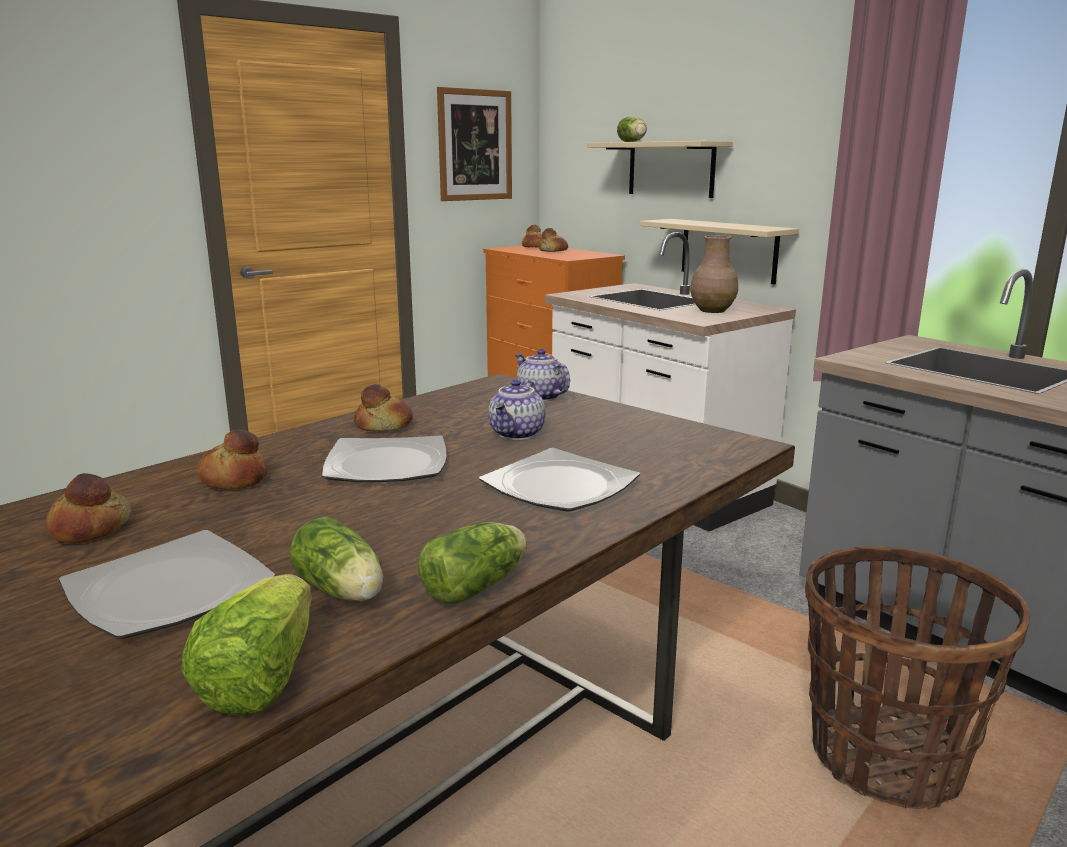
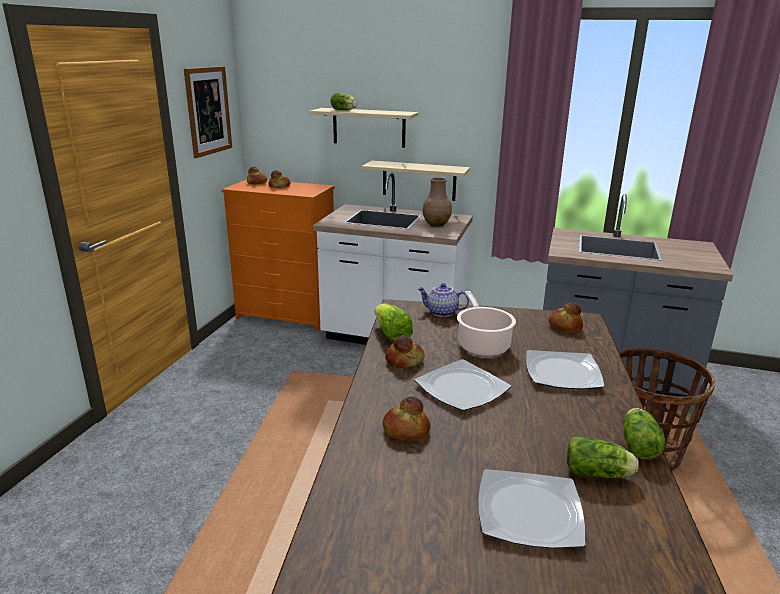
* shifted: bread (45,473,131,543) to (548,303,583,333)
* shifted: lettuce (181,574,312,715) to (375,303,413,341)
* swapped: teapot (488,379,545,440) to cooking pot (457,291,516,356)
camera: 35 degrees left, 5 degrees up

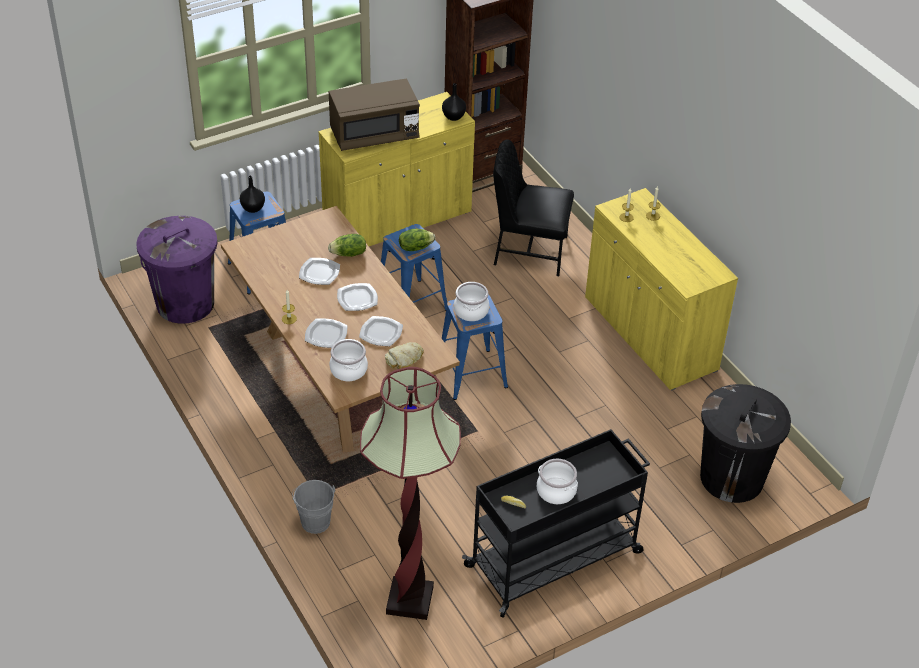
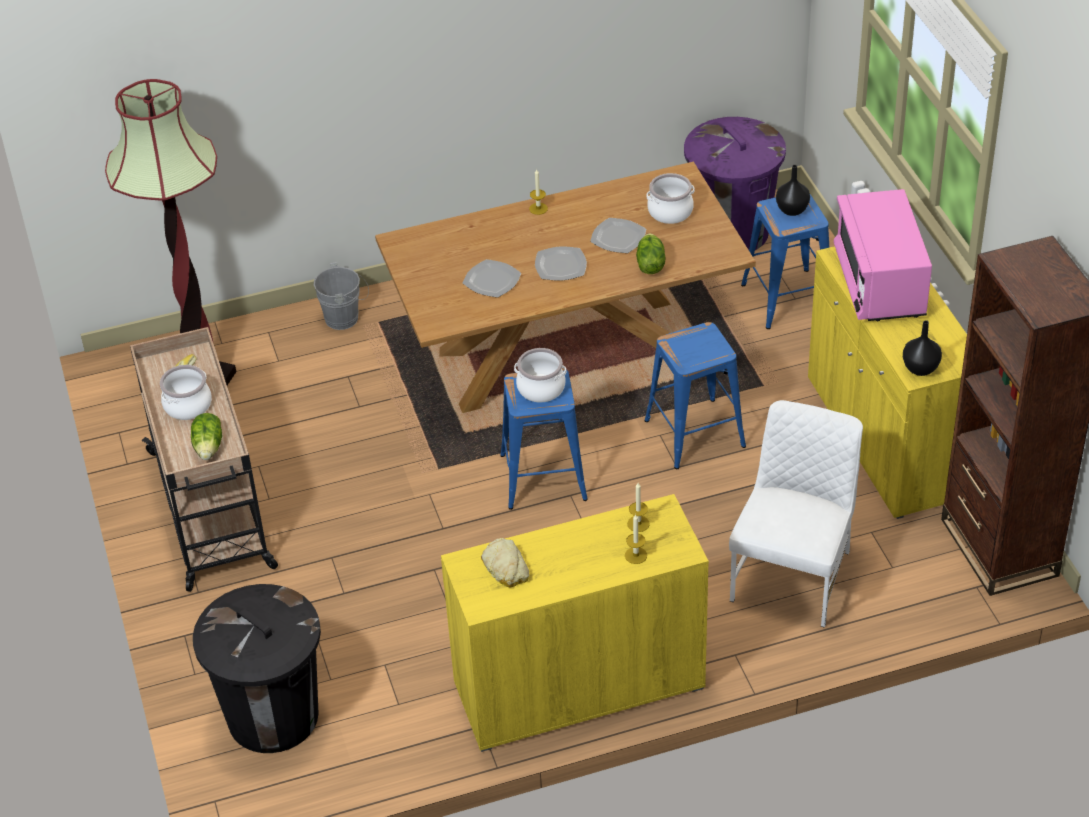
* gone: plate (305,319,347,348)
* shifted: cooking pot (329,339,368,381) to (646,173,695,224)
* shifted: bread (385,342,424,369) to (481,538,529,588)
* shifted: lettuce (399,229,435,251) to (191,413,222,460)
* repainted: brown microwave (329,79,420,151) to pink microwave (834,189,932,321)
* repainted: black cart (462,429,650,618) to beige cart (130,327,278,592)
* repainted: black chair (493,139,574,276) to white chair (729,400,863,628)
camera: 105 degrees right, 0 degrees up

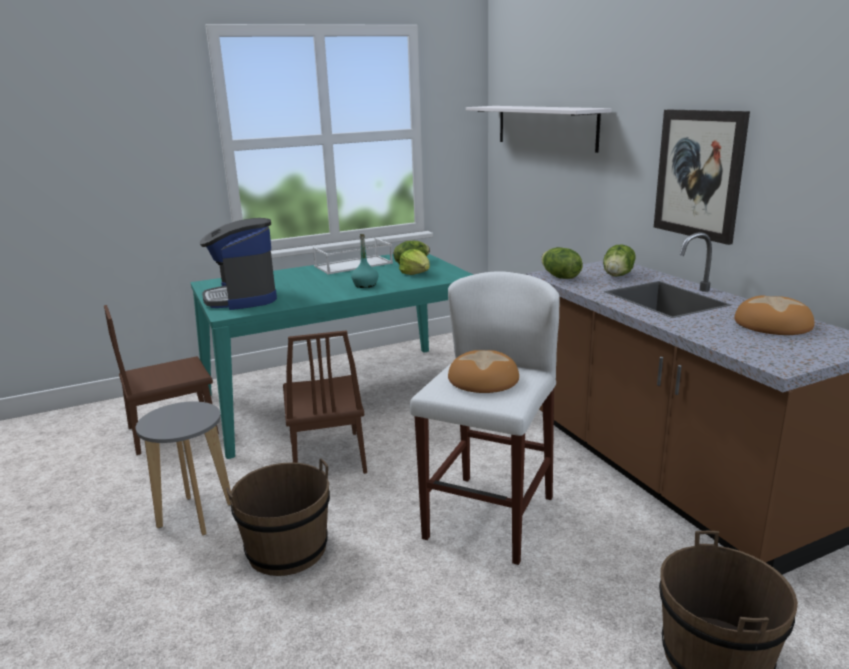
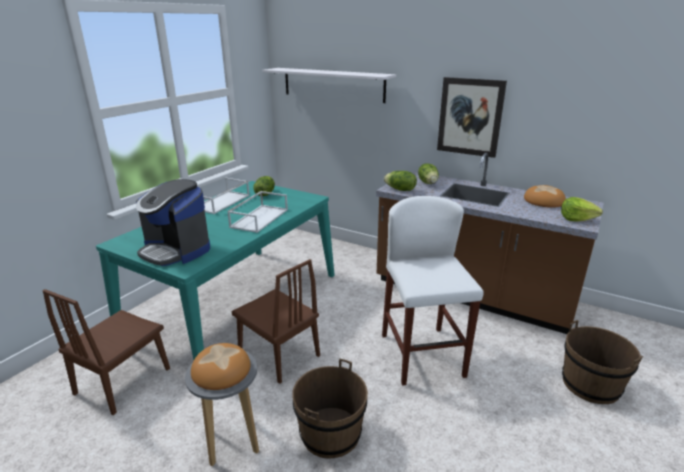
* shifted: lettuce (399,249,430,275) to (561,197,603,222)
* shifted: bread (448,350,519,393) to (191,343,250,390)
* swapped: turquoise bottle (351,234,379,288) to white tray (227,191,288,233)
camera: 35 degrees left, 5 degrees up

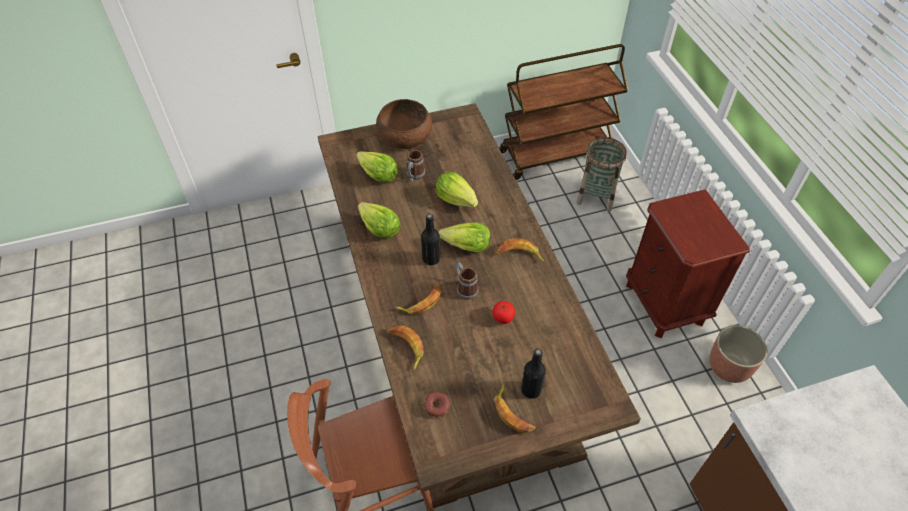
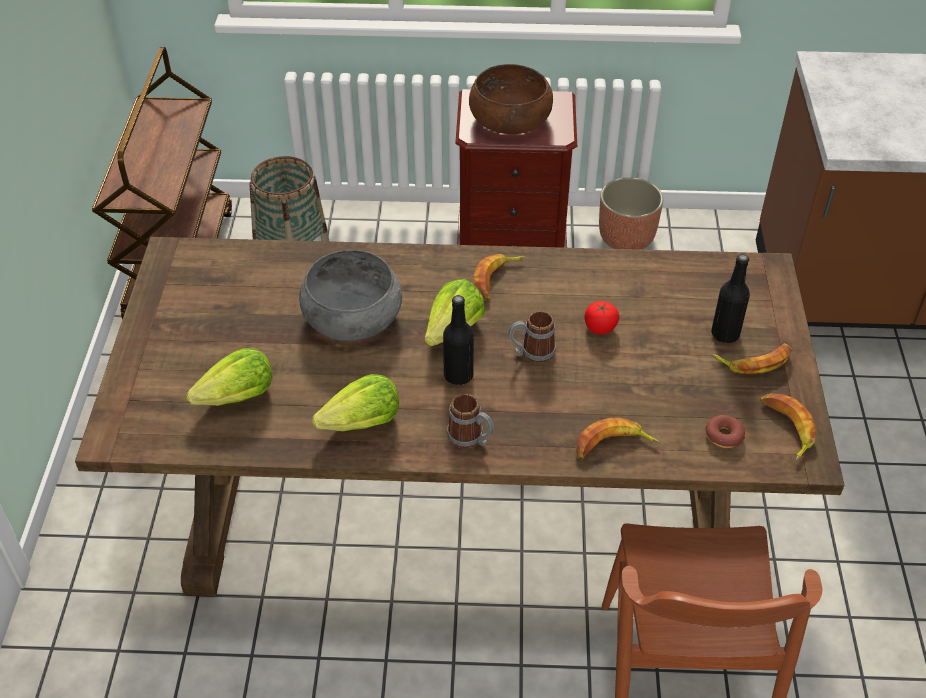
* shifted: brown bowl (376,99,432,149) to (469,64,553,134)
* shifted: banana (395,284,442,315) to (760,393,816,461)
* shifted: mug (406,150,425,181) to (447,394,494,448)
* swapped: lettuce (436,172,478,207) to grey bowl (299,250,402,341)
camera: 70 degrees left, 5 degrees down

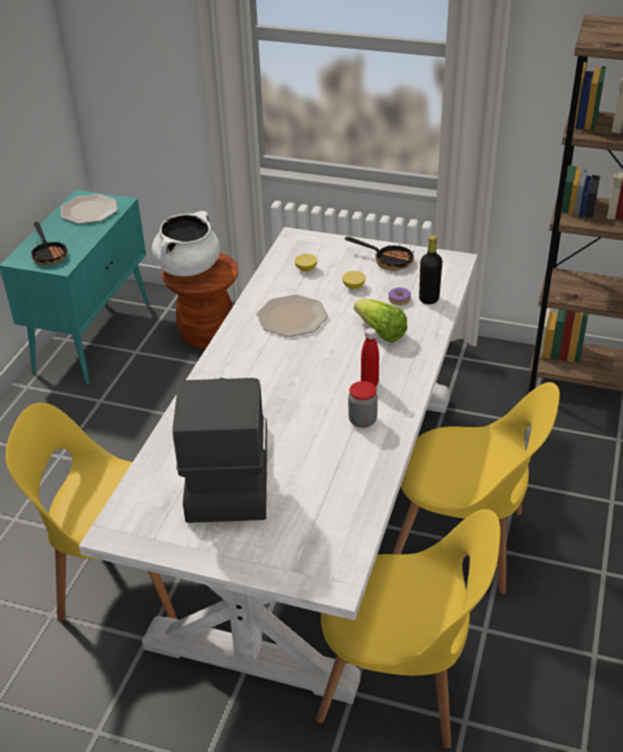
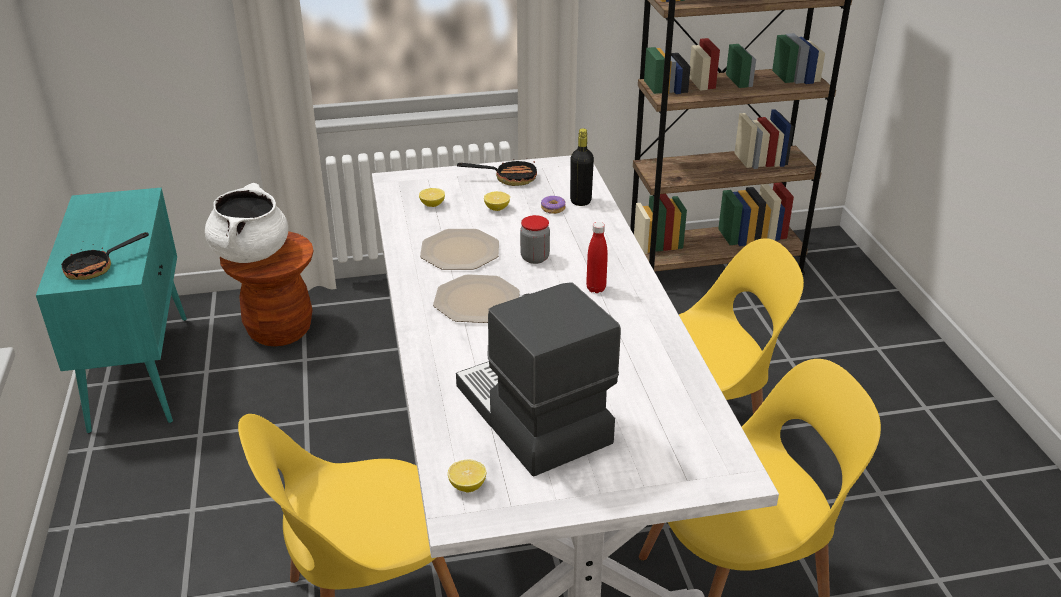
* gone: lettuce (354,299,407,342)
* new: lemon (448,460,486,493)
* shifted: plate (61,194,118,224) to (433,274,520,323)
* shifted: jar (348,381,378,428) to (520,215,550,264)
* rotated: frying pan (30,222,67,265) = (62,232,149,280) 105 degrees clockwise
camera: 30 degrees left, 5 degrees down

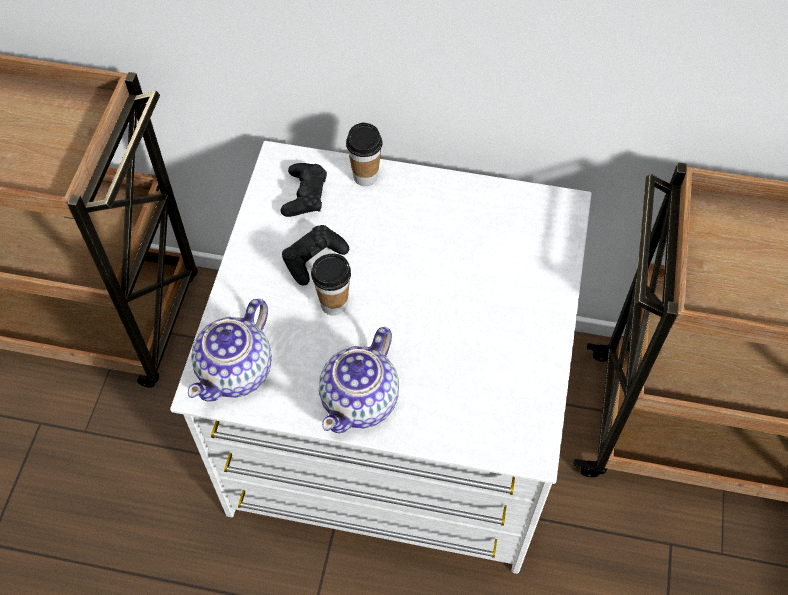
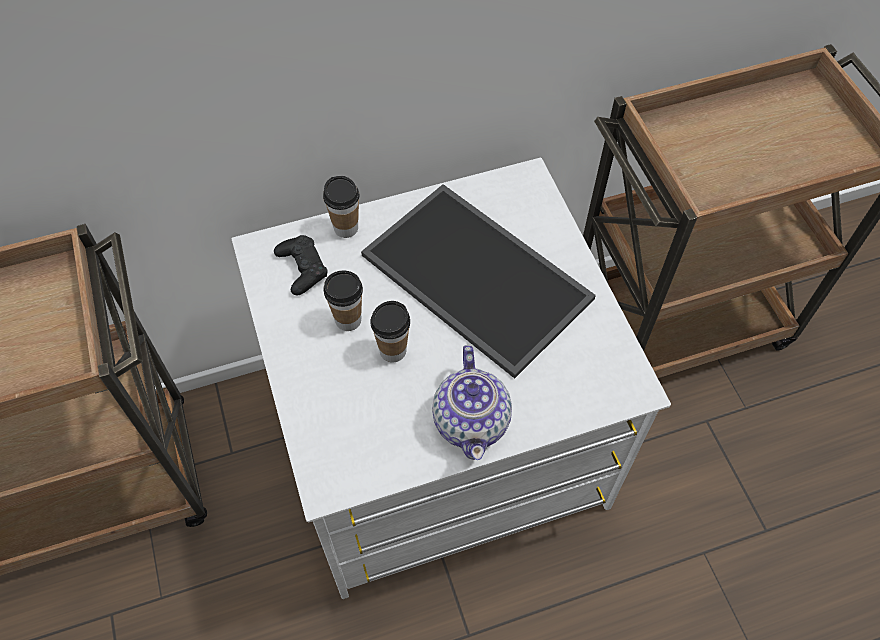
* gone: teapot (188,299,272,402)
* new: tray (361,184,596,379)
* swapped: black game controller (282,225,349,286) to cup (324,271,363,331)
camera: 30 degrees left, 0 degrees up

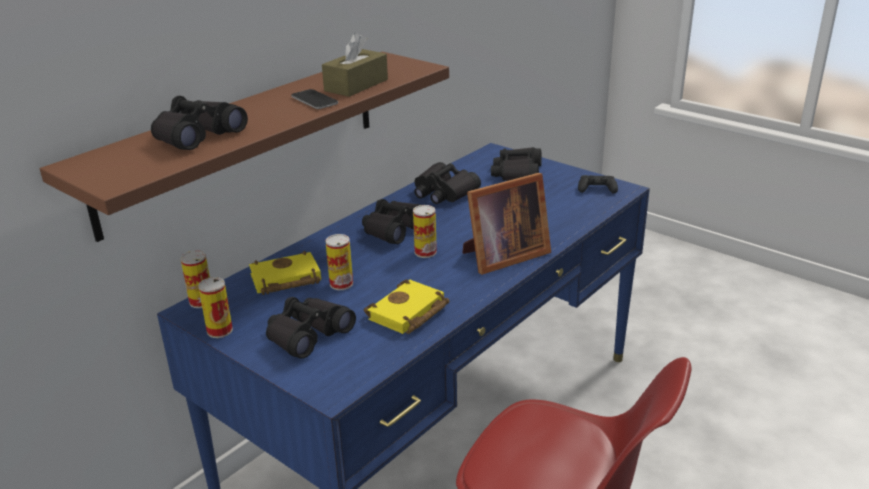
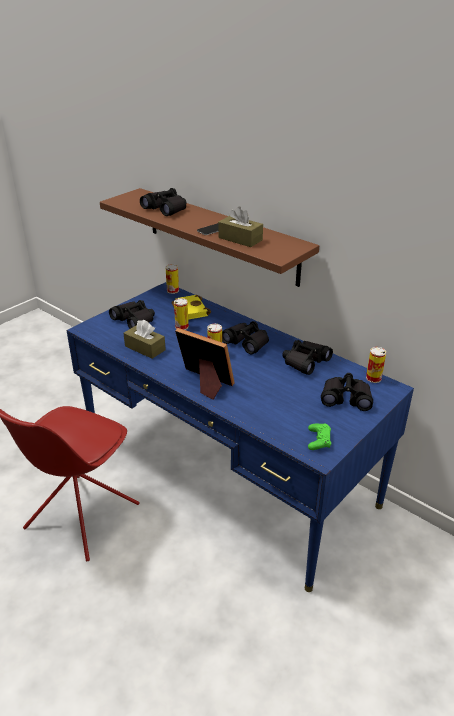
* shifted: can (198,277,233,338) to (366,347,386,383)
* swapped: yellow book (364,279,450,334) to brown tissue box (124,320,166,359)
* repainted: black game controller (578,175,618,193) to green game controller (308,424,331,450)
* rotated: picture frame (462,173,551,275) = (175,328,234,400) 150 degrees clockwise
camera: 90 degrees right, 5 degrees up

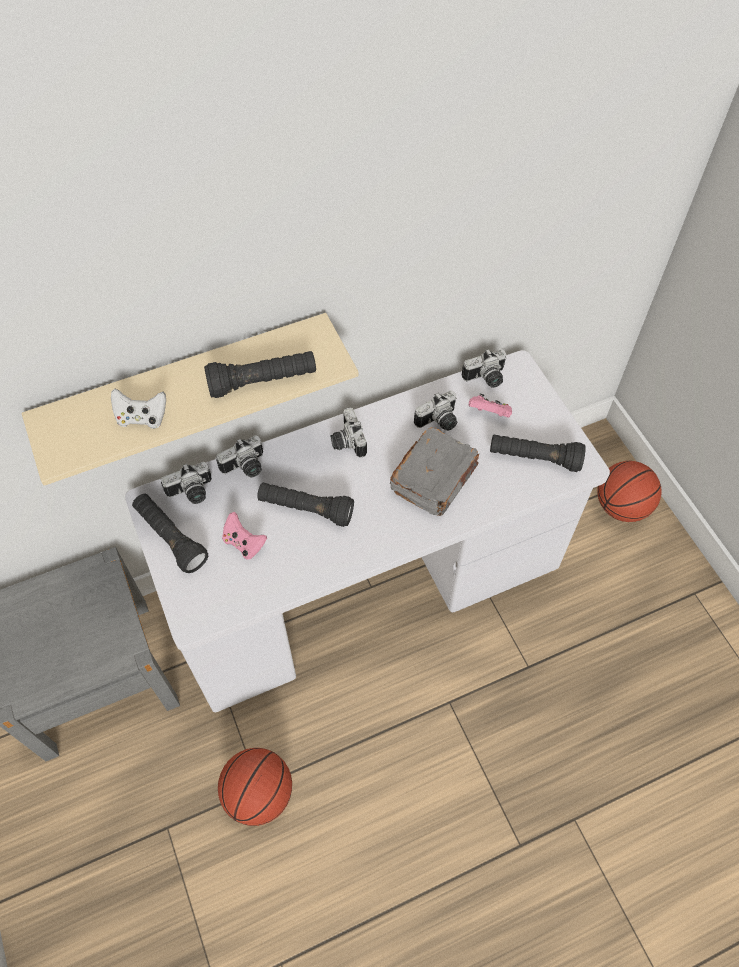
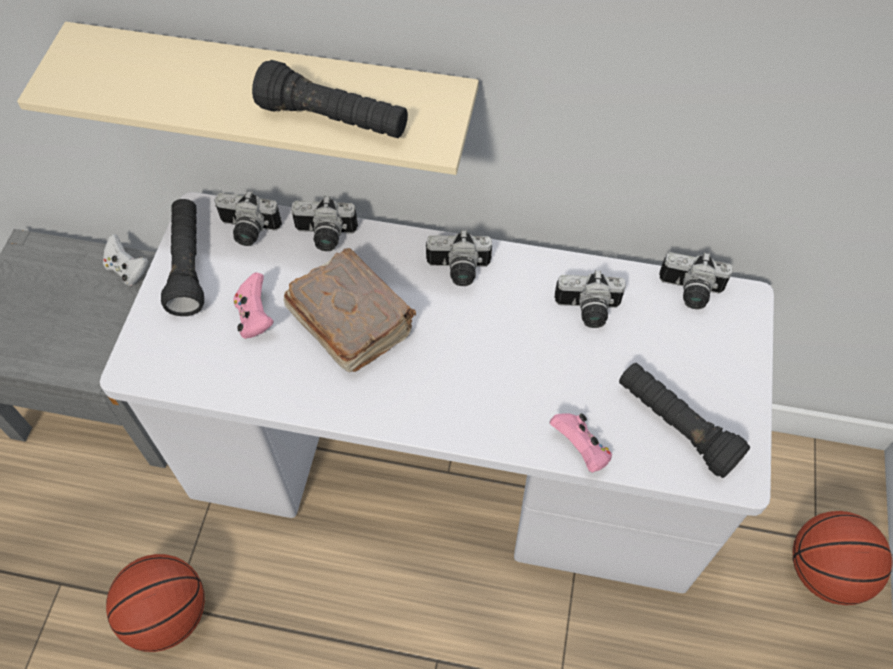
* gone: grey book (390,427,479,516)
* shifted: white game controller (111,389,166,429) to (103,234,149,286)
* shifted: pink game controller (469,393,512,417) to (550,413,612,473)
* swapped: black flashlight (257,483,354,527) to brown book (283,248,416,373)
* rotated: photo camera (330,407,367,458) = (426,230,492,286) 105 degrees counterclockwise
camera: 35 degrees right, 0 degrees up

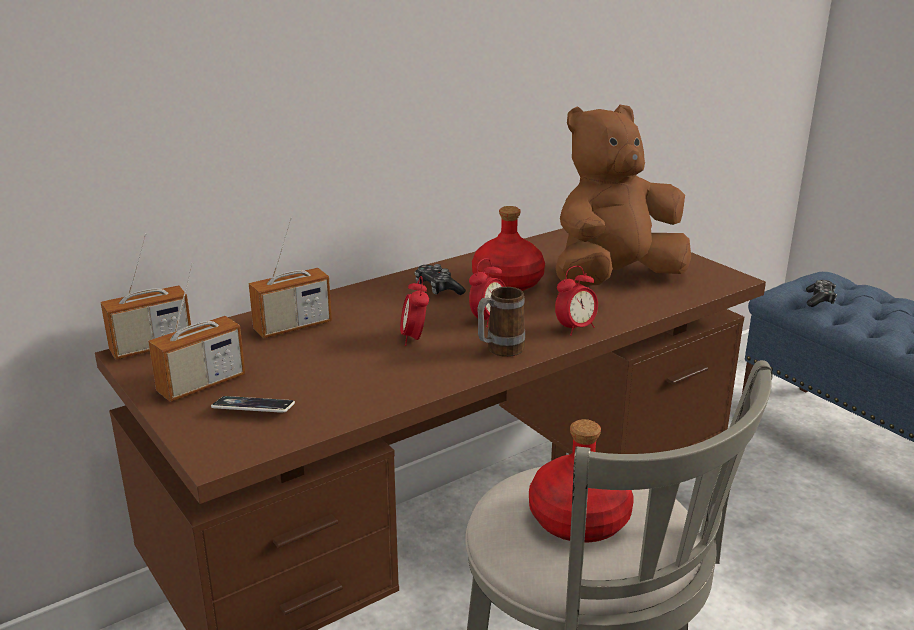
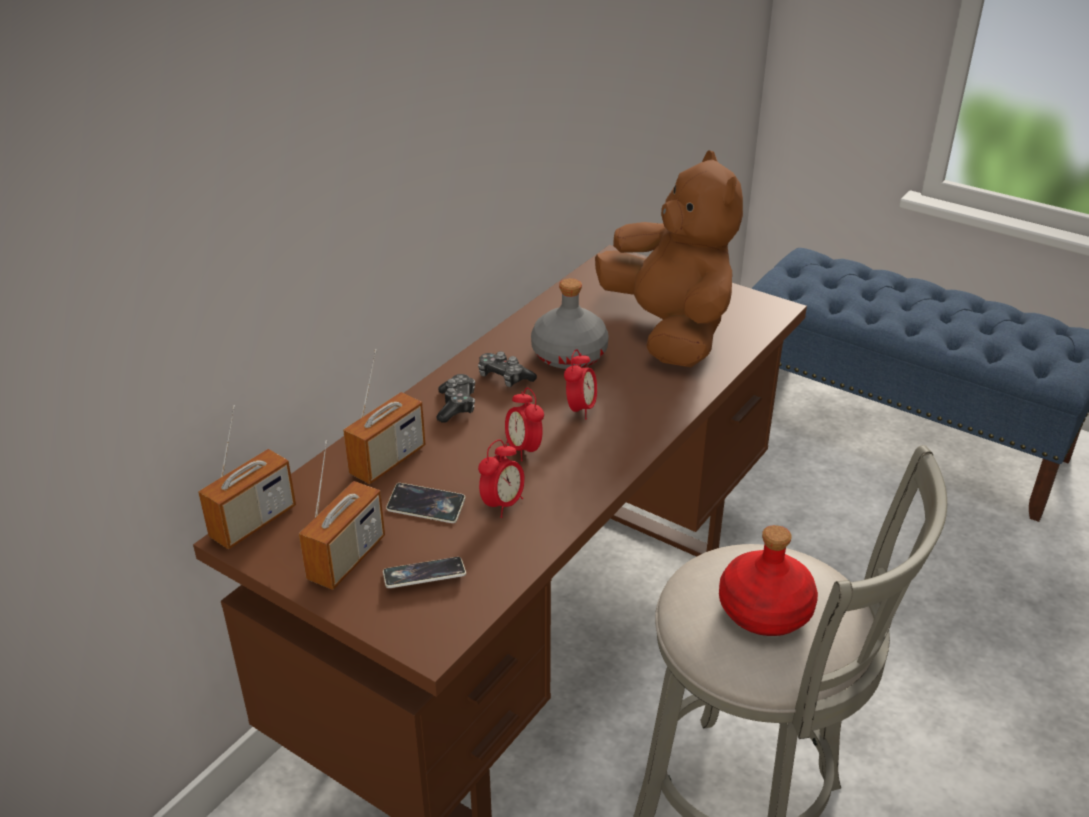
* gone: mug (477,287,525,357)
* new: phone (386,483,465,523)
* shifted: alarm clock (555,266,598,336) to (478,439,525,518)
* shifted: game controller (806,280,837,307) to (437,374,475,423)
* repainted: red bottle (472,206,545,291) to grey bottle (531,278,609,369)
* rotated: brown plush toy (555,105,691,286) = (595,150,743,367) 120 degrees clockwise
camera: 20 degrees left, 10 degrees up

